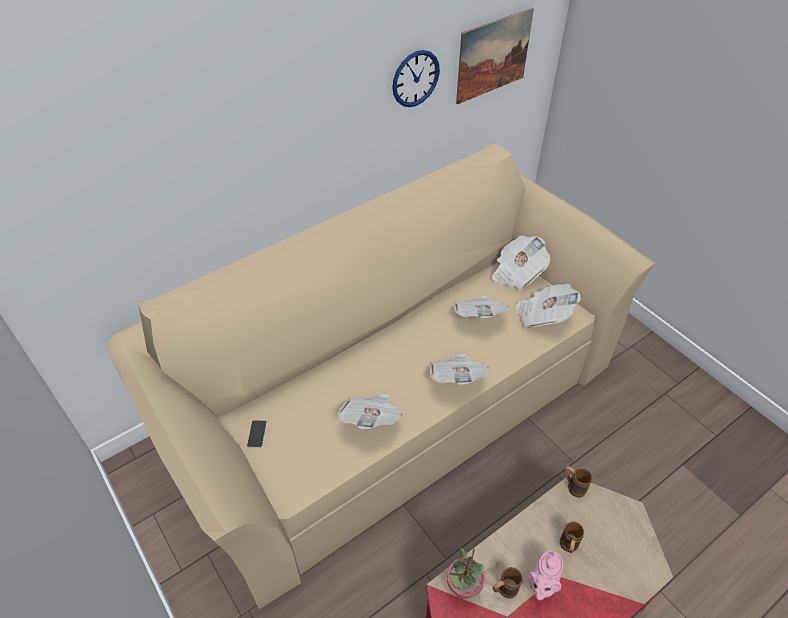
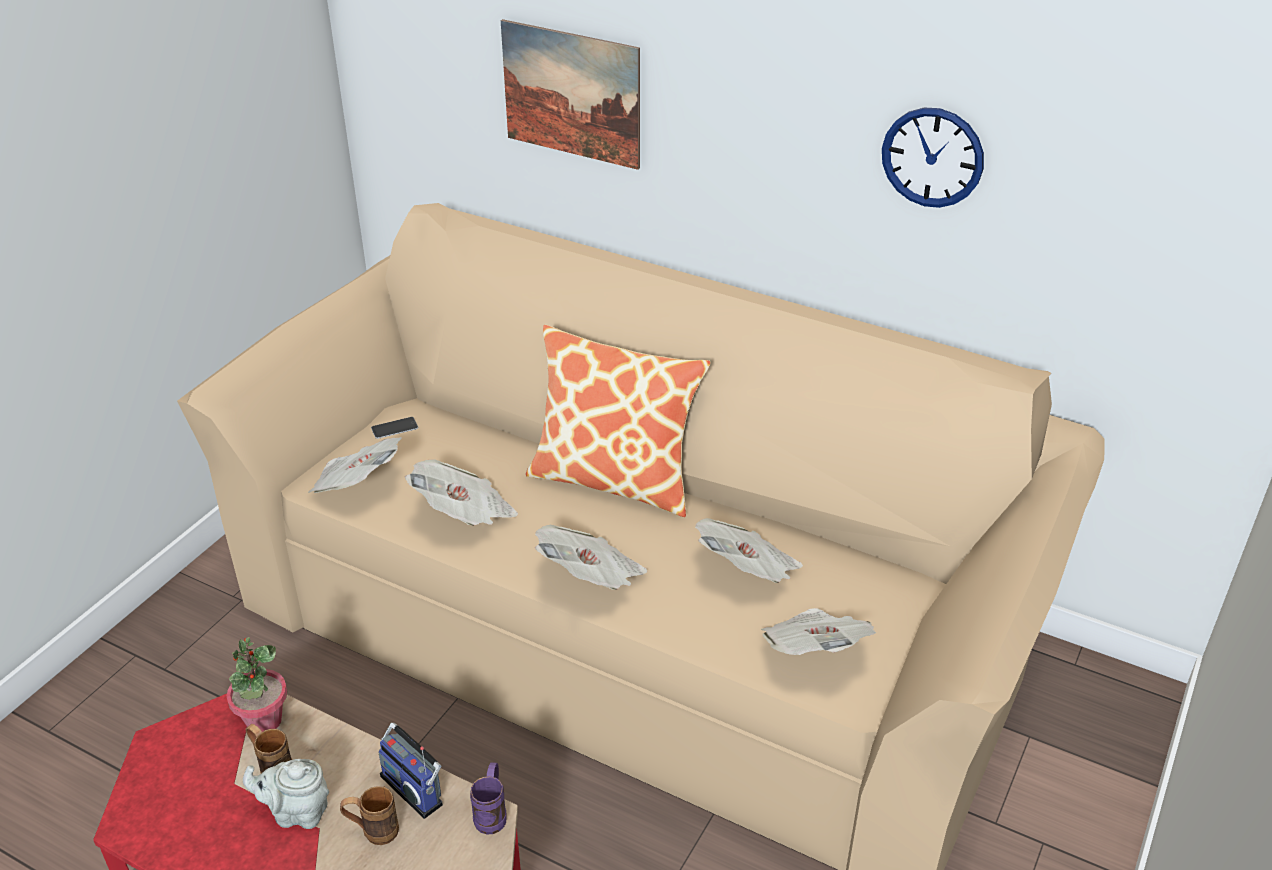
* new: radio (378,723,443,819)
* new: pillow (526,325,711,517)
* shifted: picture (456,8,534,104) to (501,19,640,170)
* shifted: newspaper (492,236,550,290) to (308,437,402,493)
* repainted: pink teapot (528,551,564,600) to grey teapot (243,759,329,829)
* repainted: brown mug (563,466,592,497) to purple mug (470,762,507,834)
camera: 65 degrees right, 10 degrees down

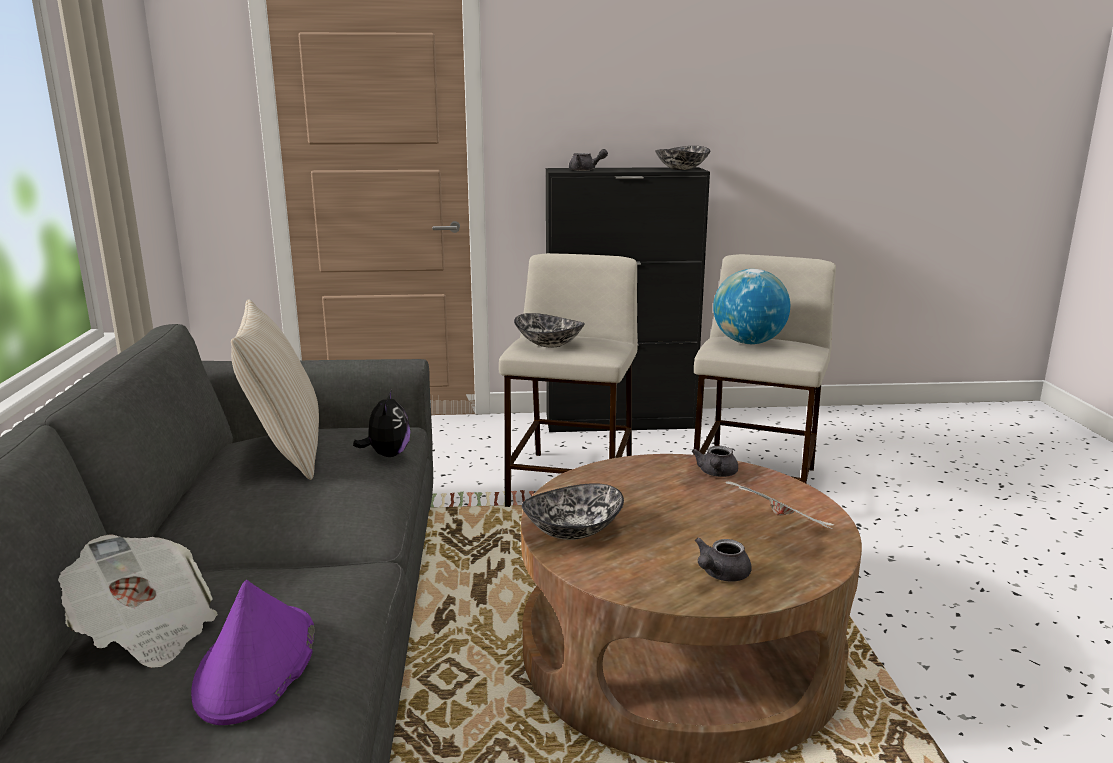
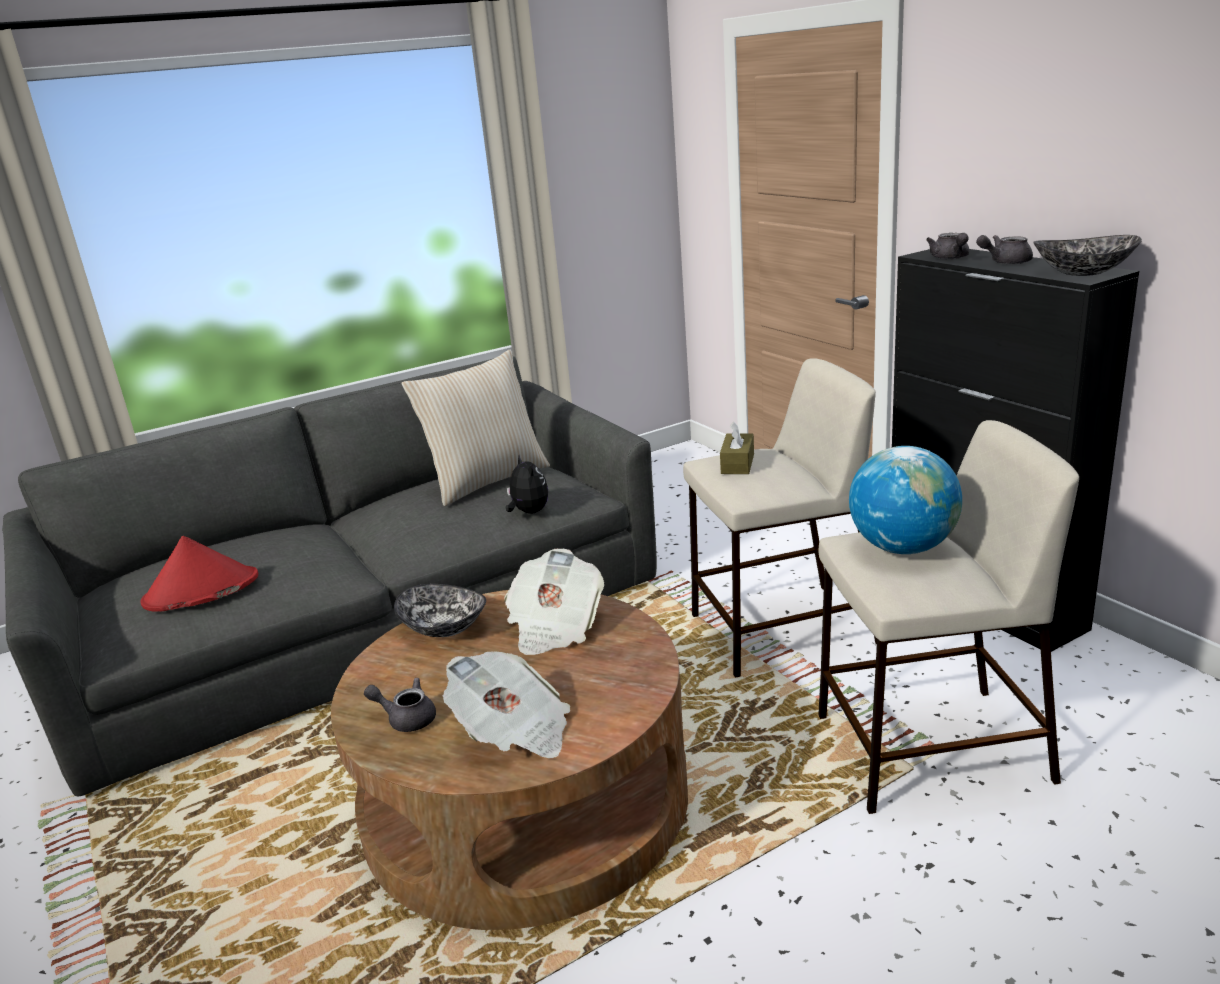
* shifted: newspaper (58,534,218,668) to (504,549,604,655)
* shifted: grey teapot (692,446,738,477) to (976,235,1033,264)
* swapped: bowl (514,313,585,347) to brown tissue box (720,422,754,474)
* repainted: purple hat (191,580,315,725) to red hat (140,536,258,612)
* rotated: plush toy (353,390,410,457) = (506,455,548,514) 90 degrees counterclockwise
camera: 65 degrees right, 5 degrees up

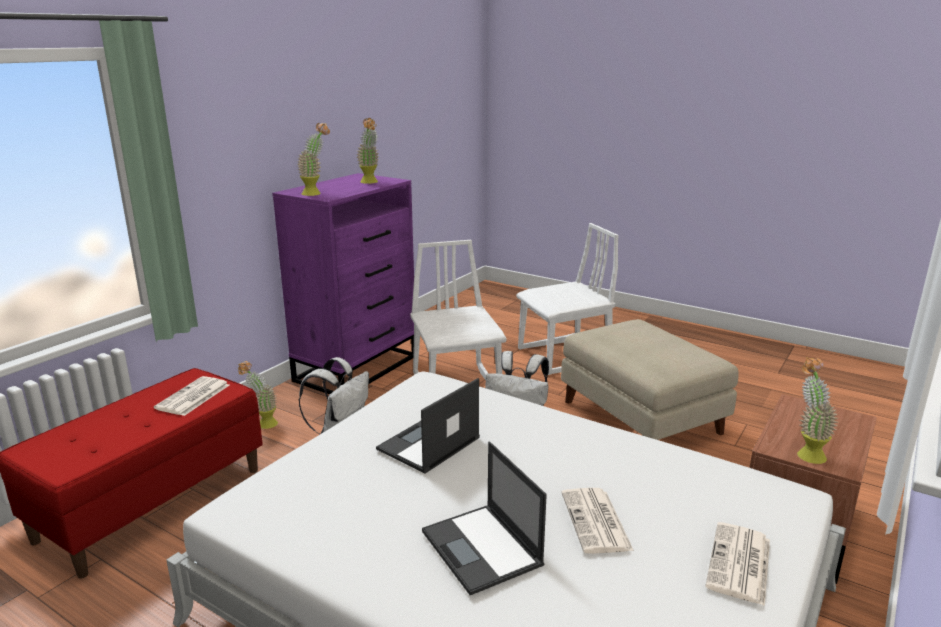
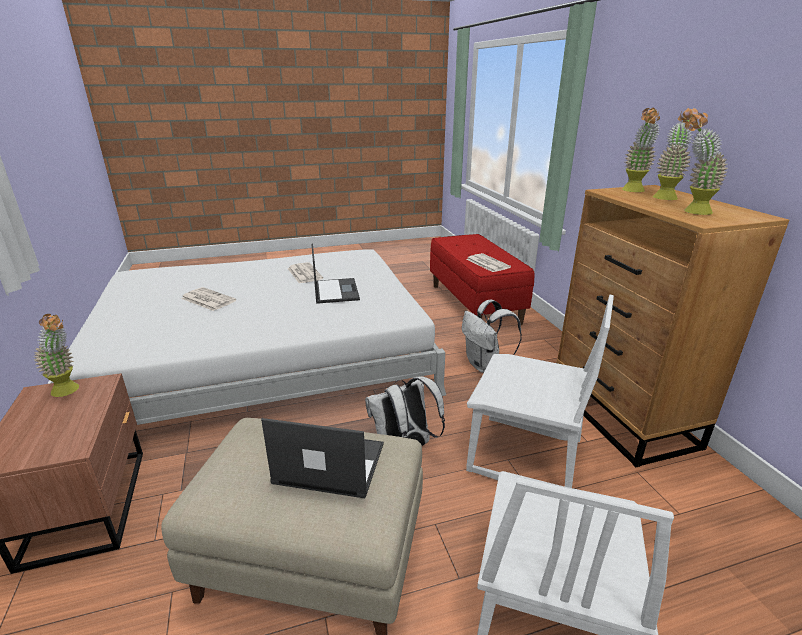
* shifted: potted plant (238,361,278,429) to (653,108,698,200)
* shifted: laptop (422,442,547,595) to (261,418,384,498)
* shifted: newspaper (705,522,770,606) to (287,262,323,284)
* repainted: purple dresser (272,173,414,395) to brown dresser (556,185,789,467)
camera: 130 degrees right, 5 degrees up

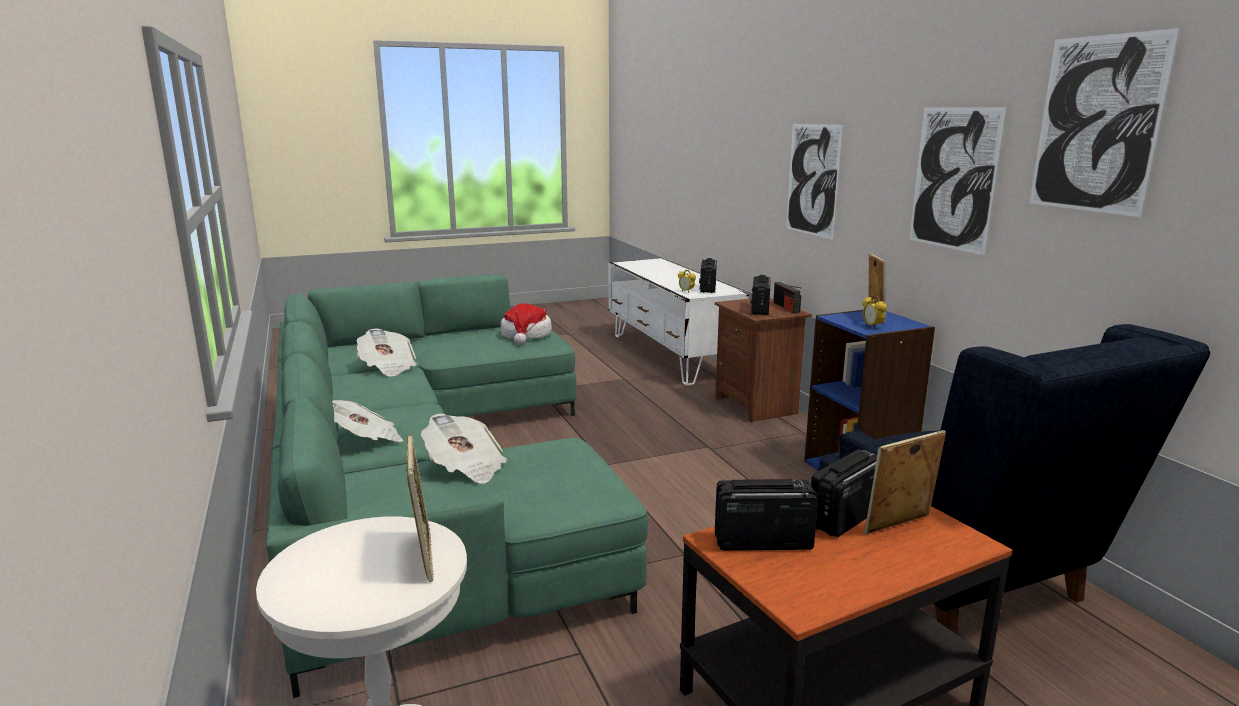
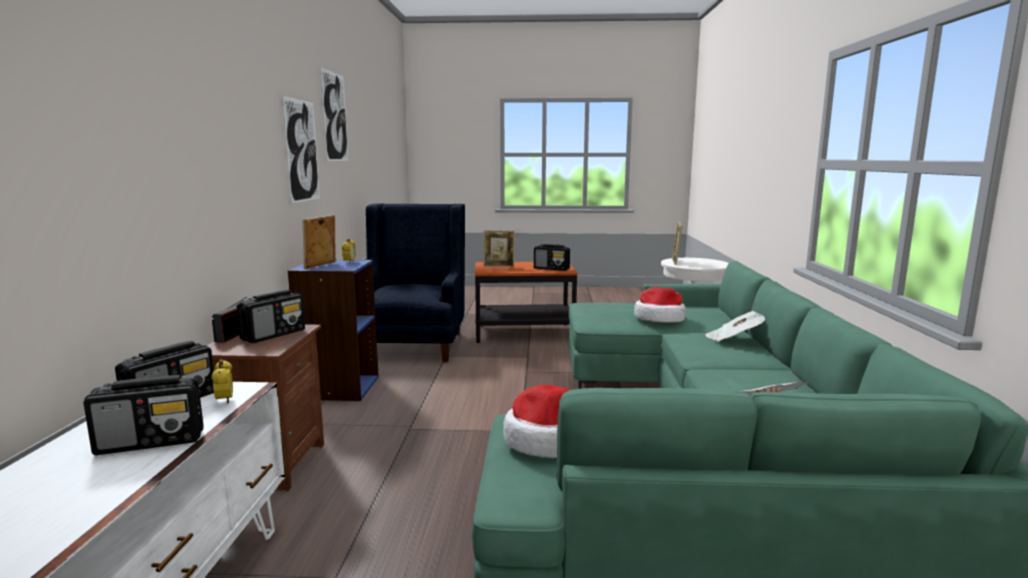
* gone: picture (786,124,843,240)
* shifted: radio (811,449,877,537) to (83,375,204,455)
* swapped: newspaper (421,414,507,484) to hat (634,287,686,323)
camera: 155 degrees left, 5 degrees down

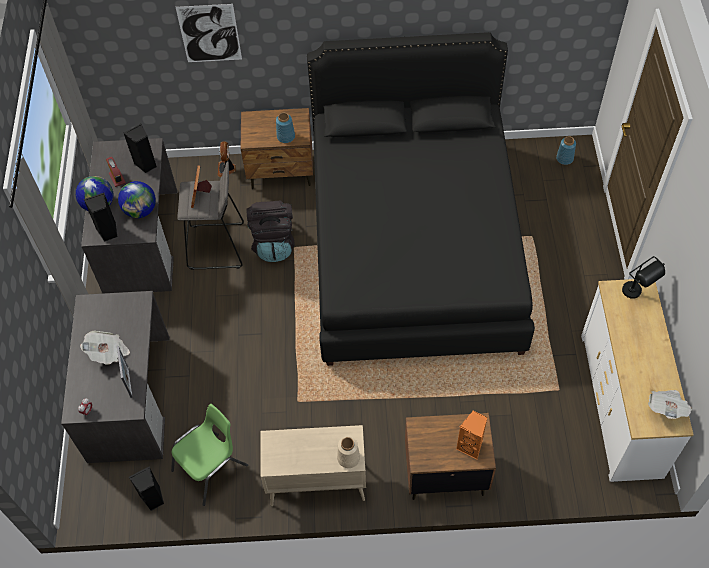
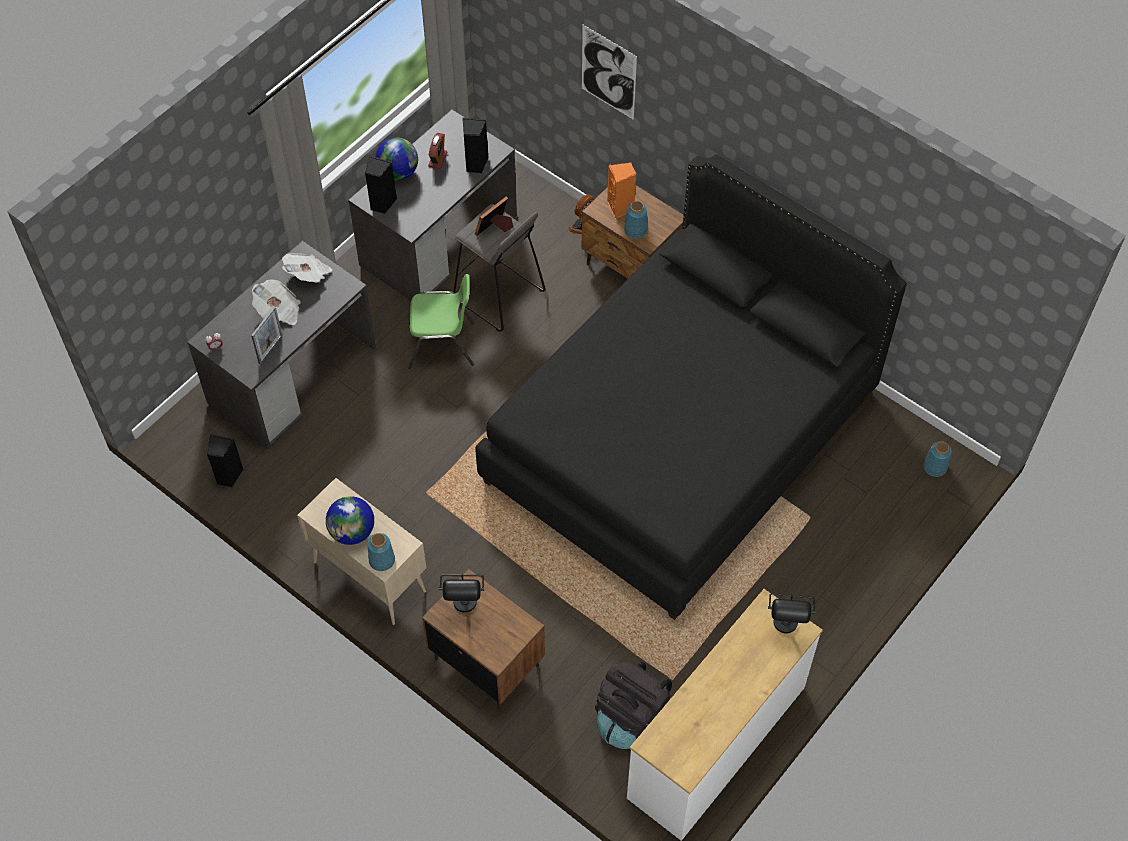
* new: black table lamp (439,575,484,613)
* shifted: globe (118,181,156,218) to (326,496,374,545)
* shifted: green chair (171,404,248,506) to (408,274,474,369)
* shifted: black backpack (246,201,295,262) to (595,662,672,749)
* shifted: orange speaker (456,411,487,460) to (607,162,636,219)
* shifted: newspaper (648,390,692,419) to (282,253,332,283)
* repainted: beige vase (337,436,360,468) to blue vase (367,533,395,571)
camera: 40 degrees right, 0 degrees up

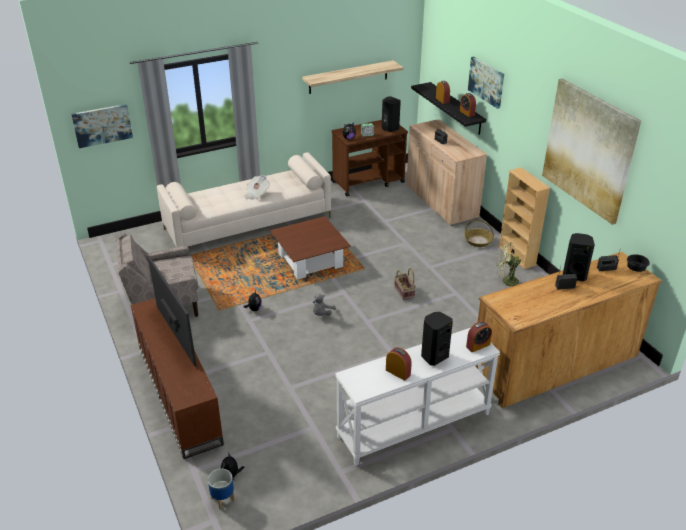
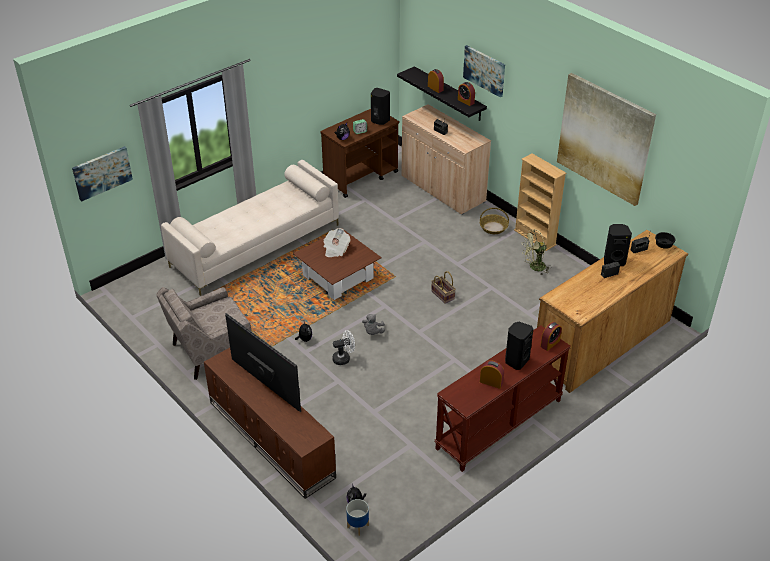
* gone: shelf (302,60,404,94)
* new: white fan (332,330,355,365)
* shifted: newspaper (245,175,270,199) to (323,228,351,257)
* repainted: white console table (335,328,500,466) to brown console table (435,325,571,472)
camera: 15 degrees left, 5 degrees up

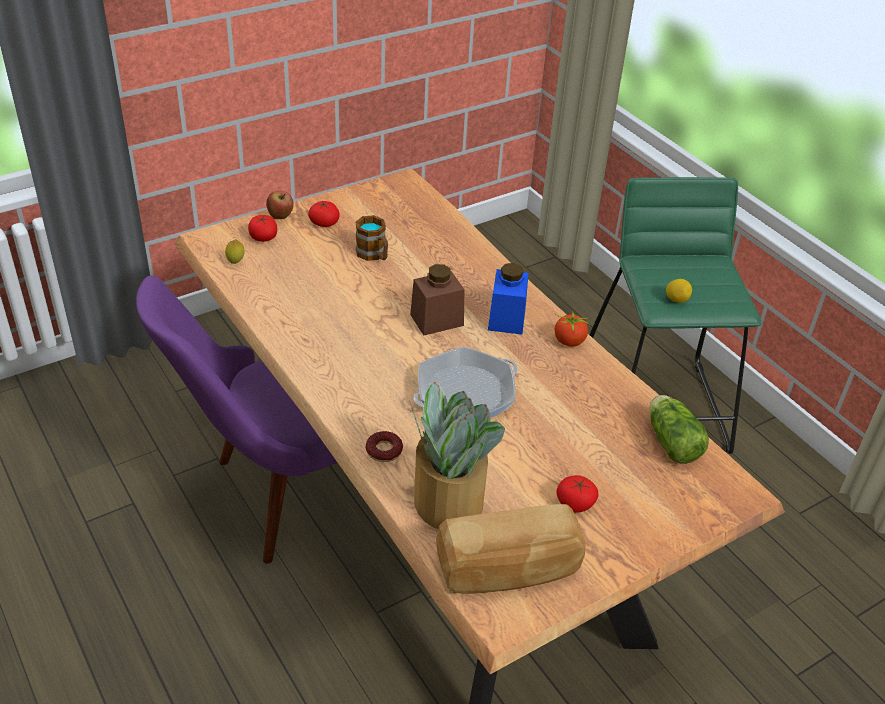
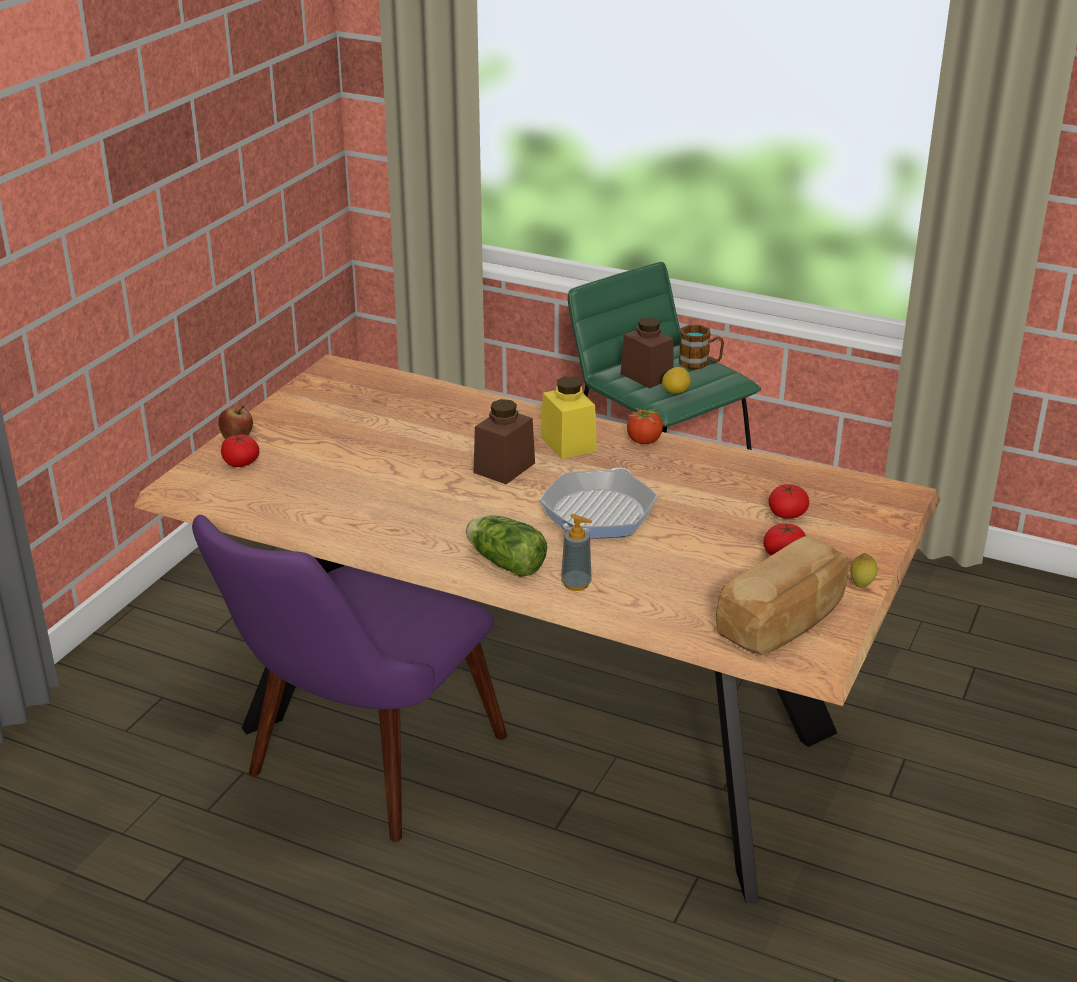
* gone: potted plant (410,382,505,529)
* new: brown jar (620,317,674,388)
* shifted: lemon (225,239,245,264) to (851,553,877,588)
* shifted: tomato (308,200,340,227) to (769,484,809,519)
* shifted: mug (355,215,388,261) to (679,325,724,369)
* shifted: lettuce (650,395,709,464) to (466,515,547,577)
* swapped: donut (366,431,403,462) to soap dispenser (561,514,592,591)
* repainted: blue jar (488,263,529,335) to yellow jar (541,377,597,459)
camera: 30 degrees left, 10 degrees down

